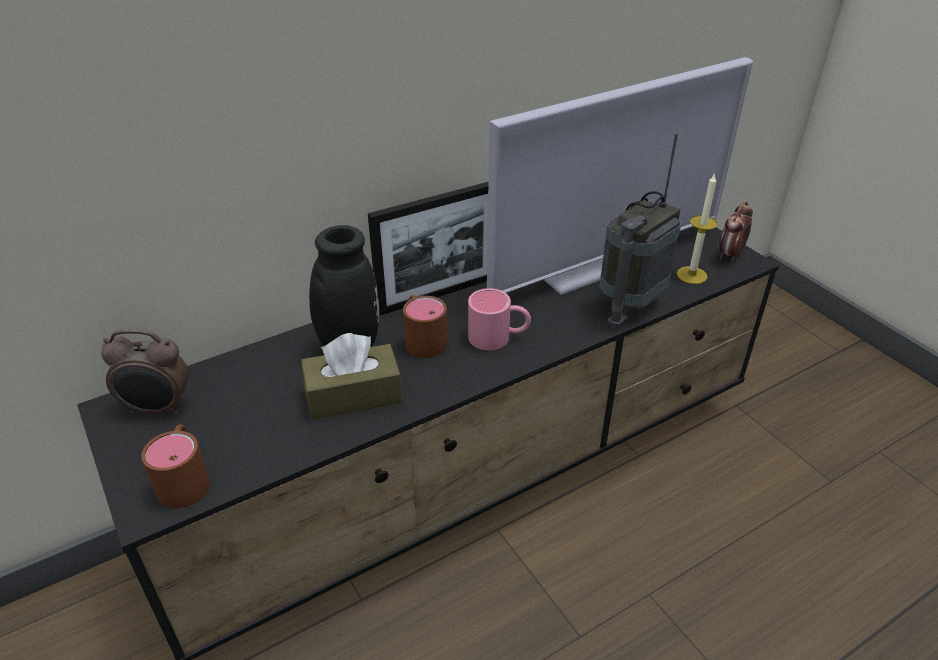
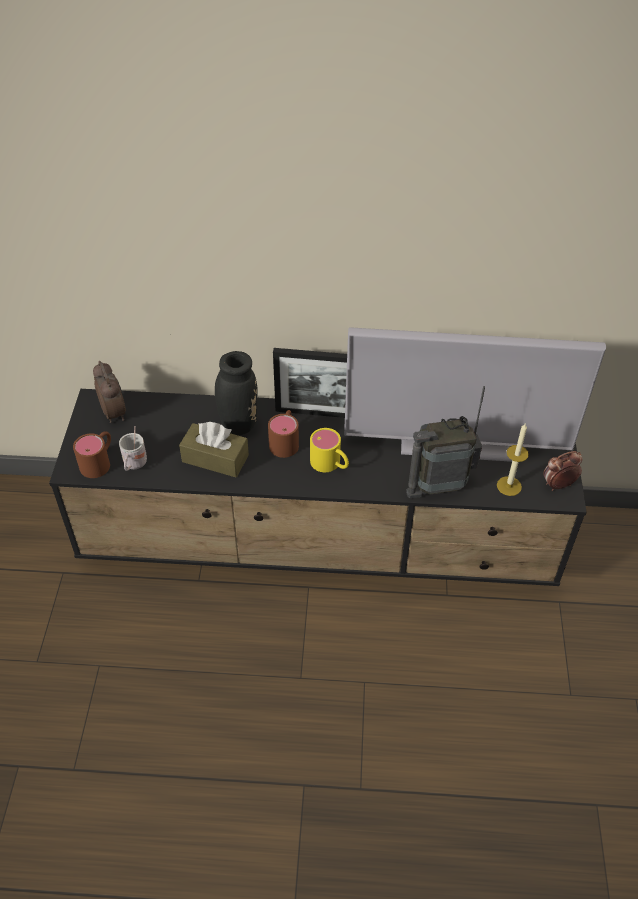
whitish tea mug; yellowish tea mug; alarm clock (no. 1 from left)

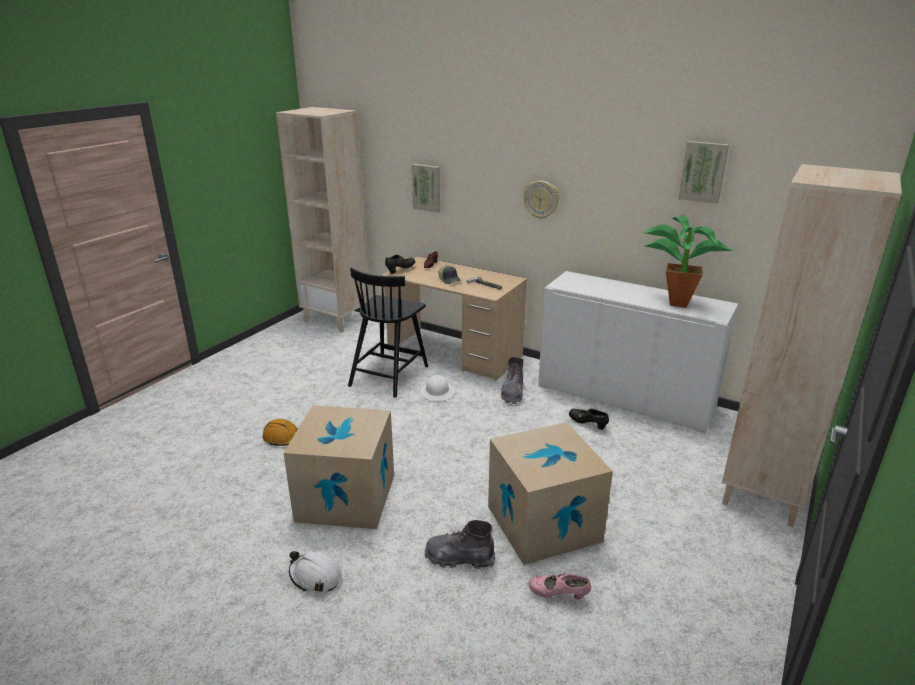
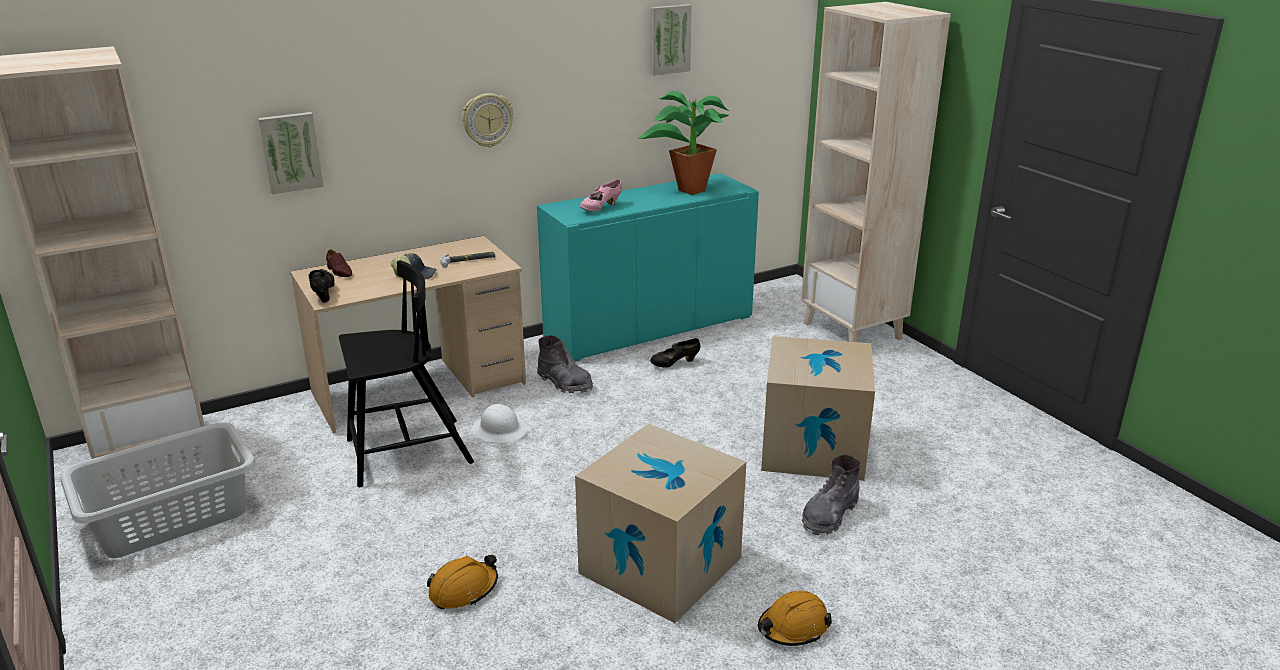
gray laundry basket; pink item of footwear; orange safety helmet (no. 2 from left); turquoise storage cabinet; blackish upright chair

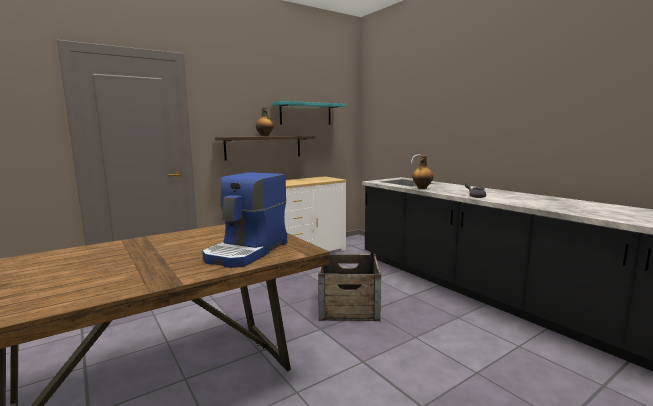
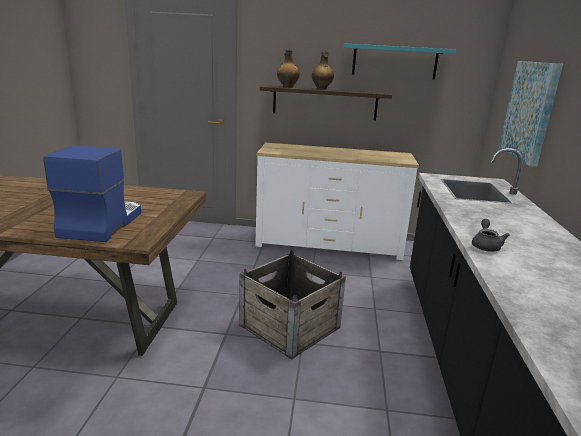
wall picture; drink bottle (no. 1 from left); coffee machine

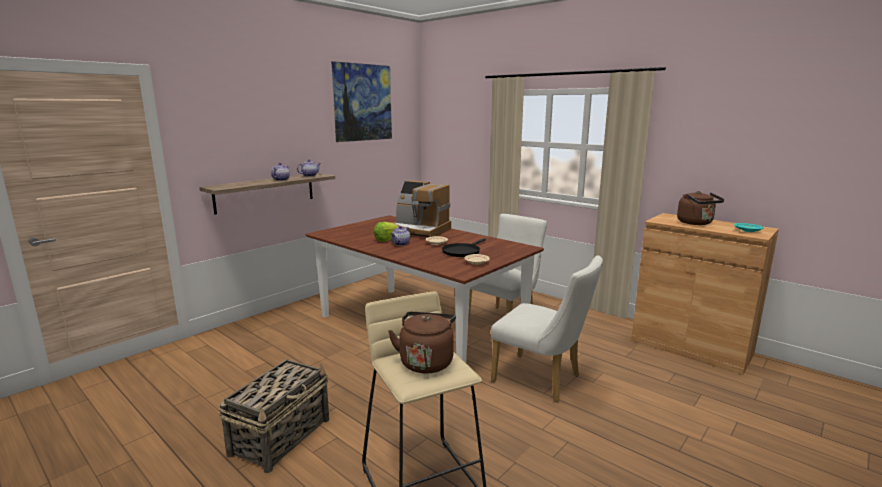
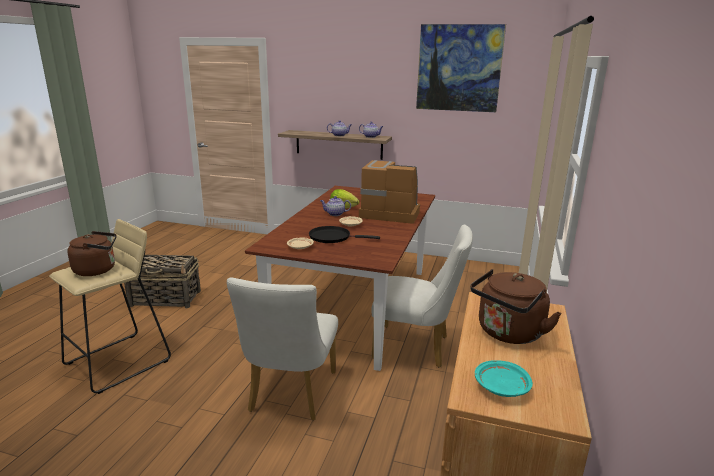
coffee machine

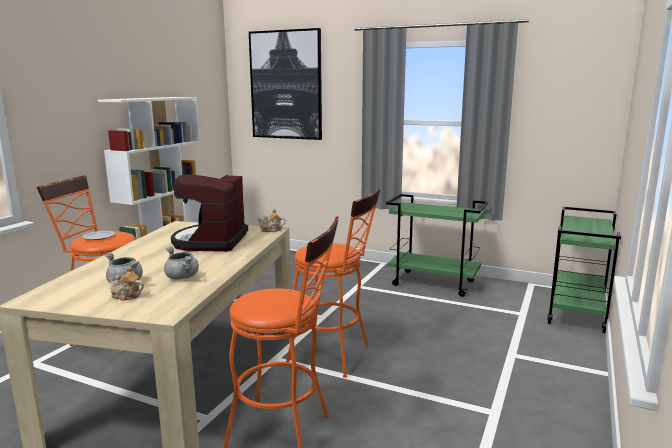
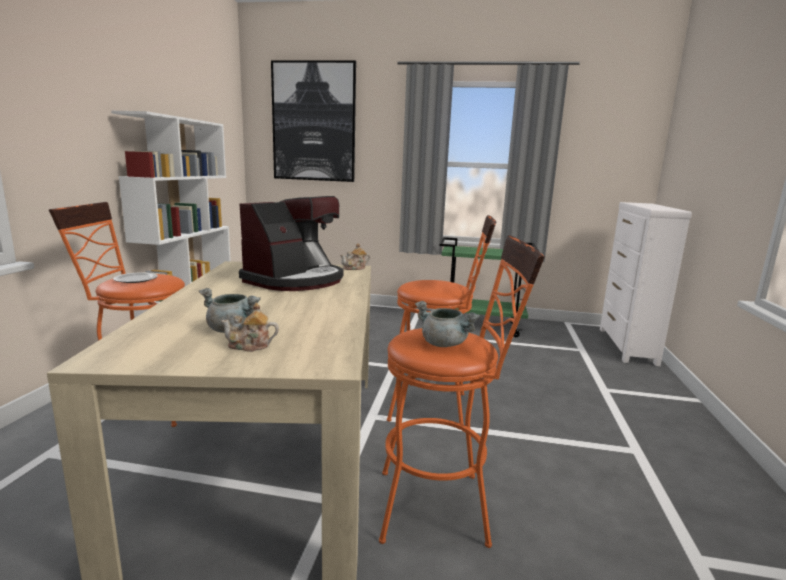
gray cooking pot (no. 2 from left); whitish drawer chest; coffee machine

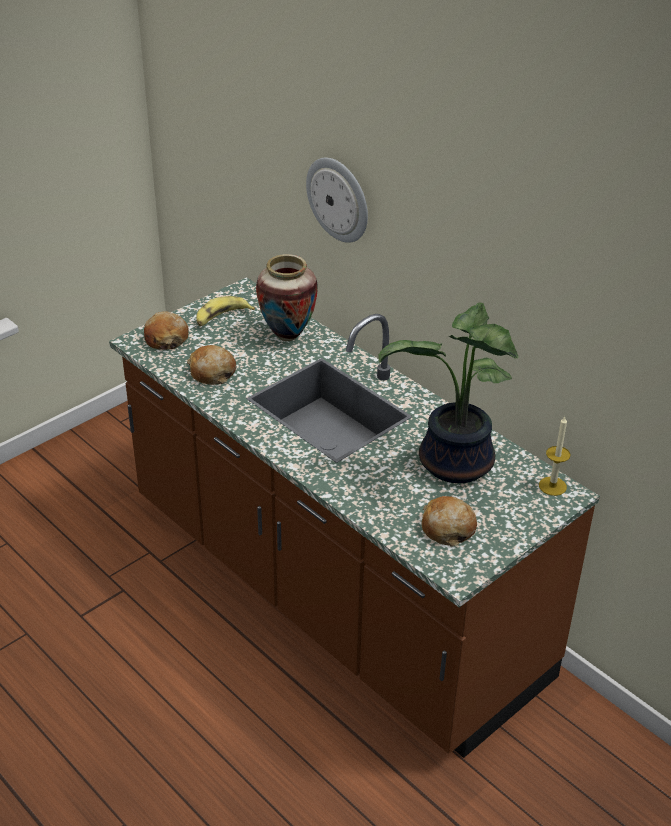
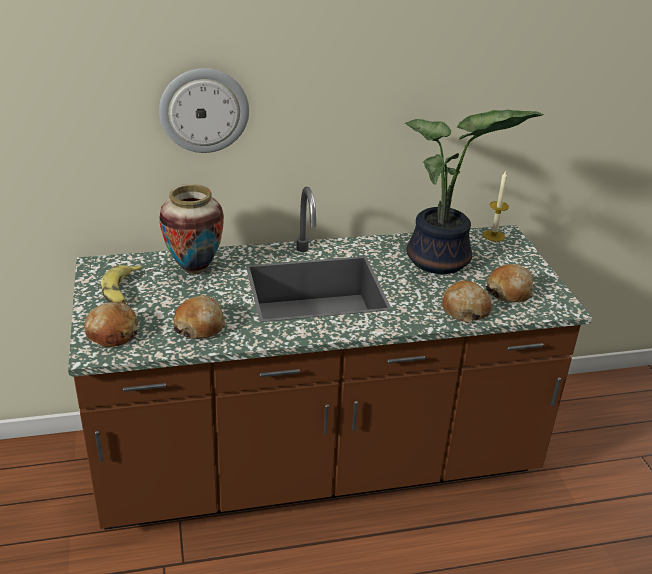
bread (no. 3 from left)

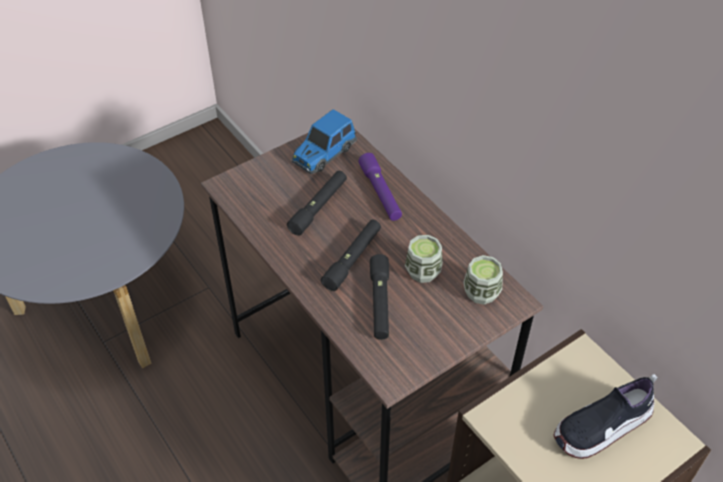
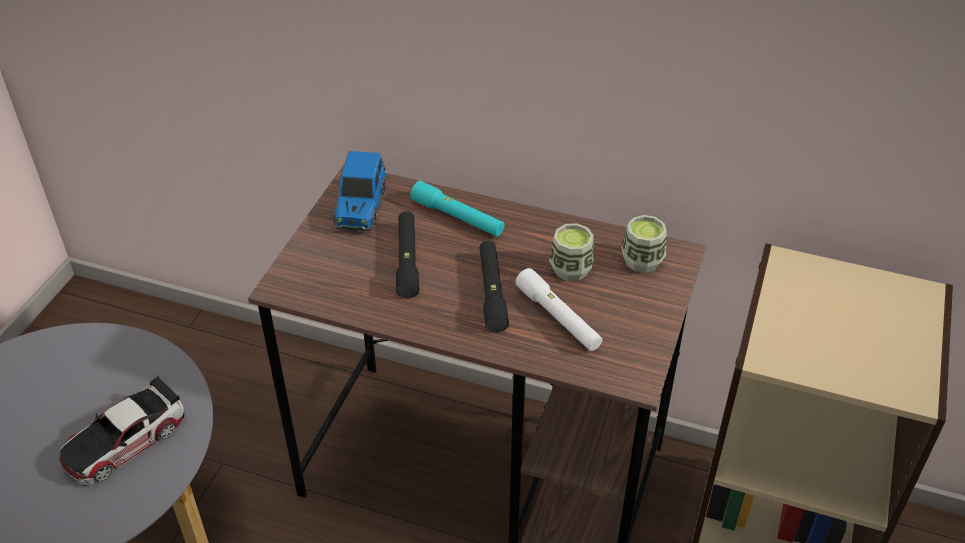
item of footwear; toy car (no. 1 from left); turquoise hand torch; whitish hand torch

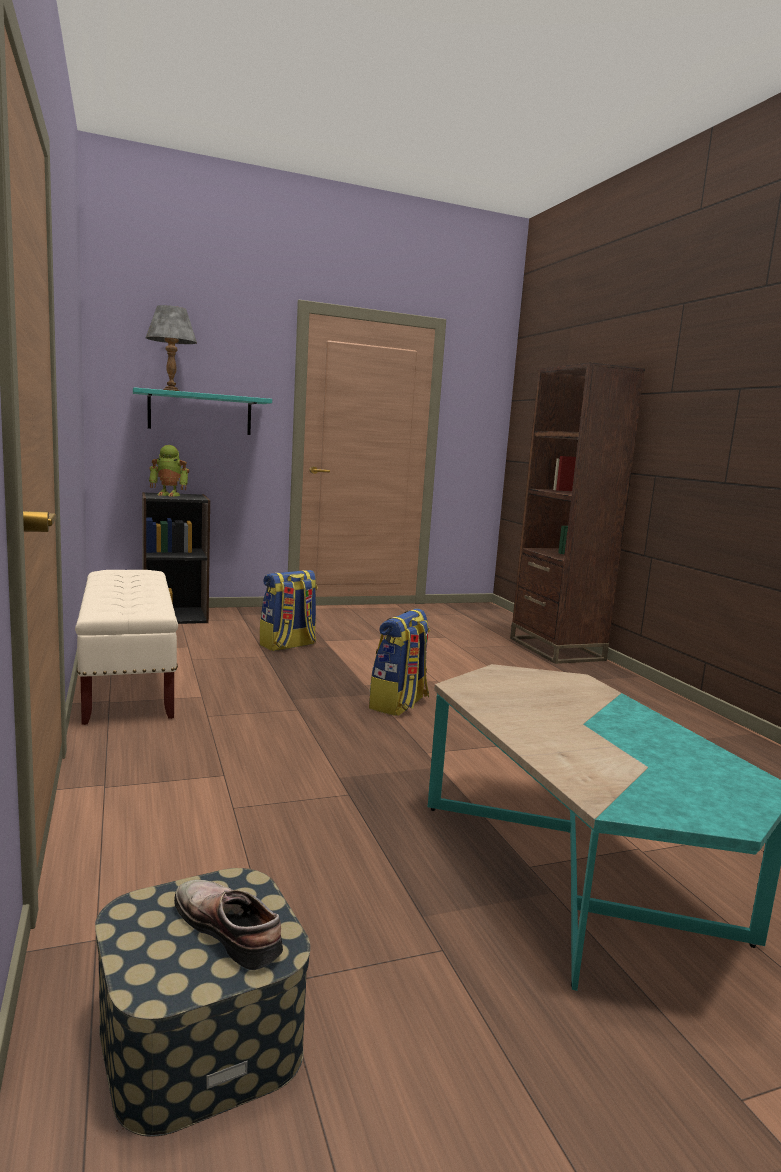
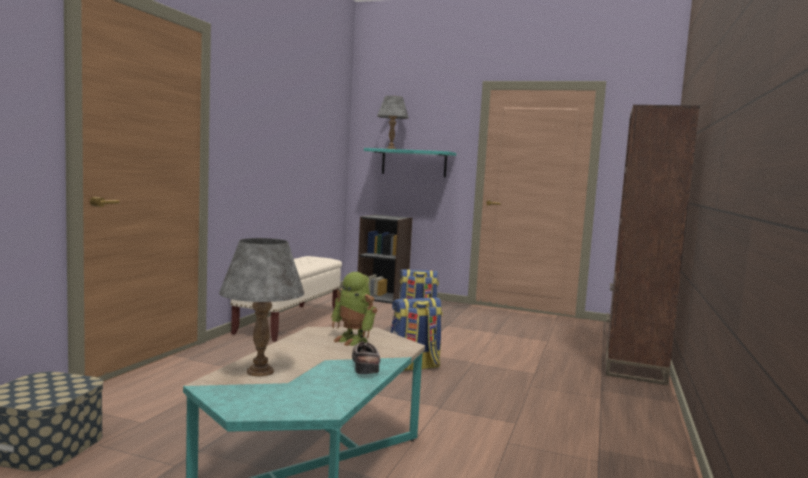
gray tabletop lamp (no. 1 from left); toy robot; item of footwear

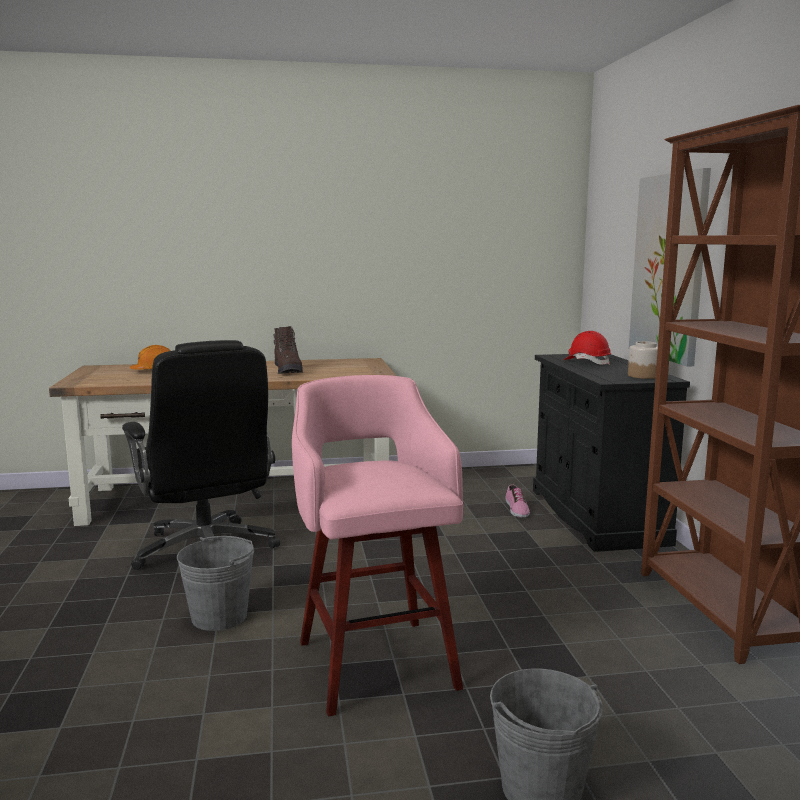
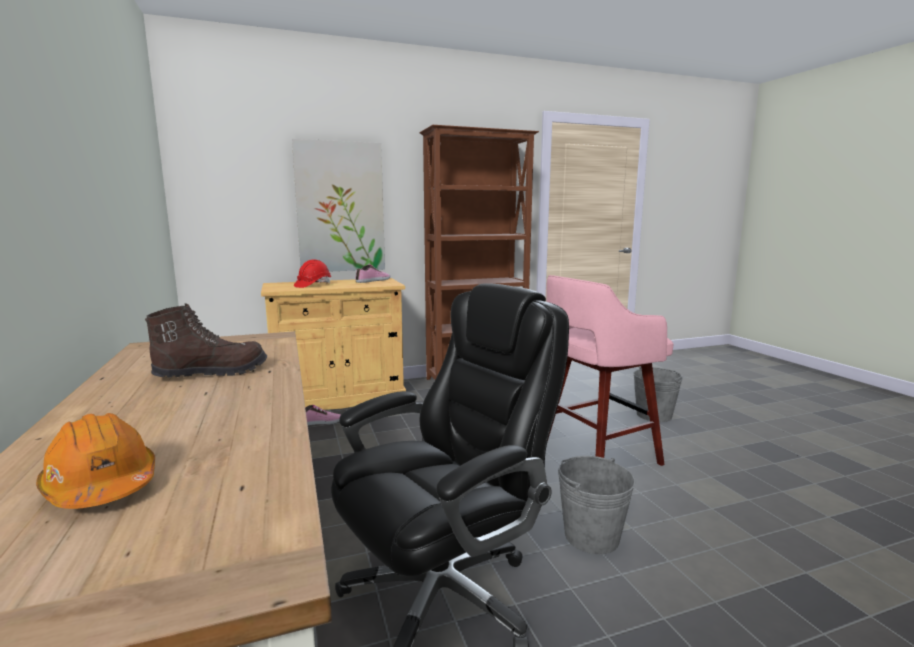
item of footwear (no. 2 from left); sand-coloured storage cabinet

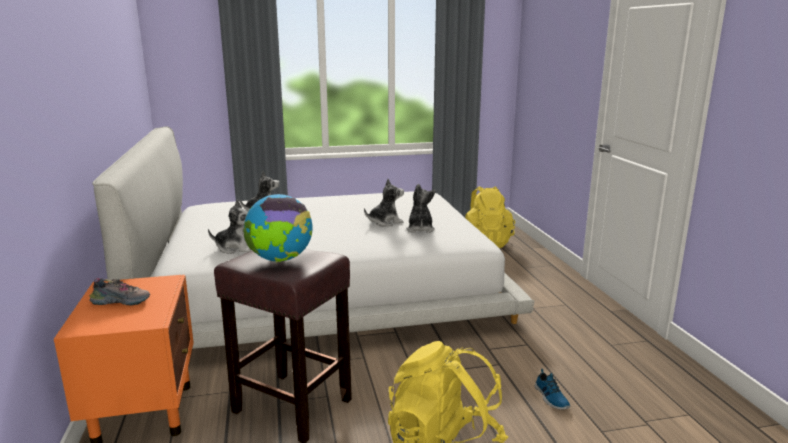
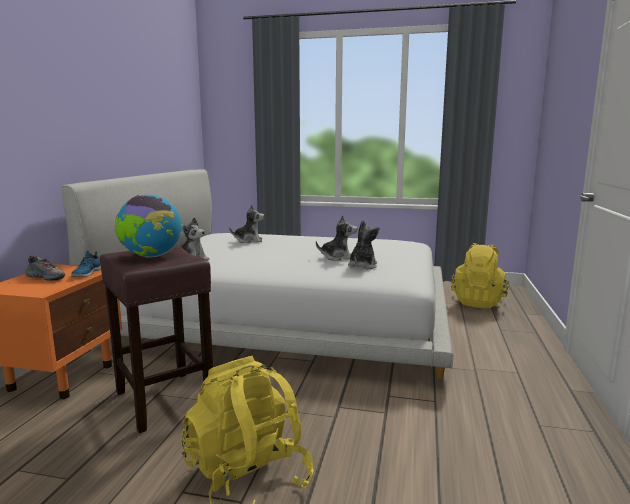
item of footwear (no. 2 from left)

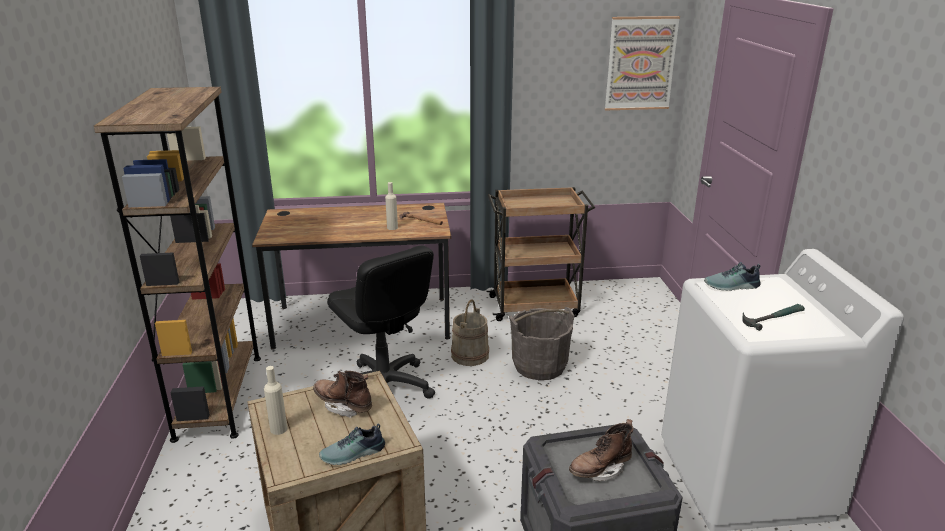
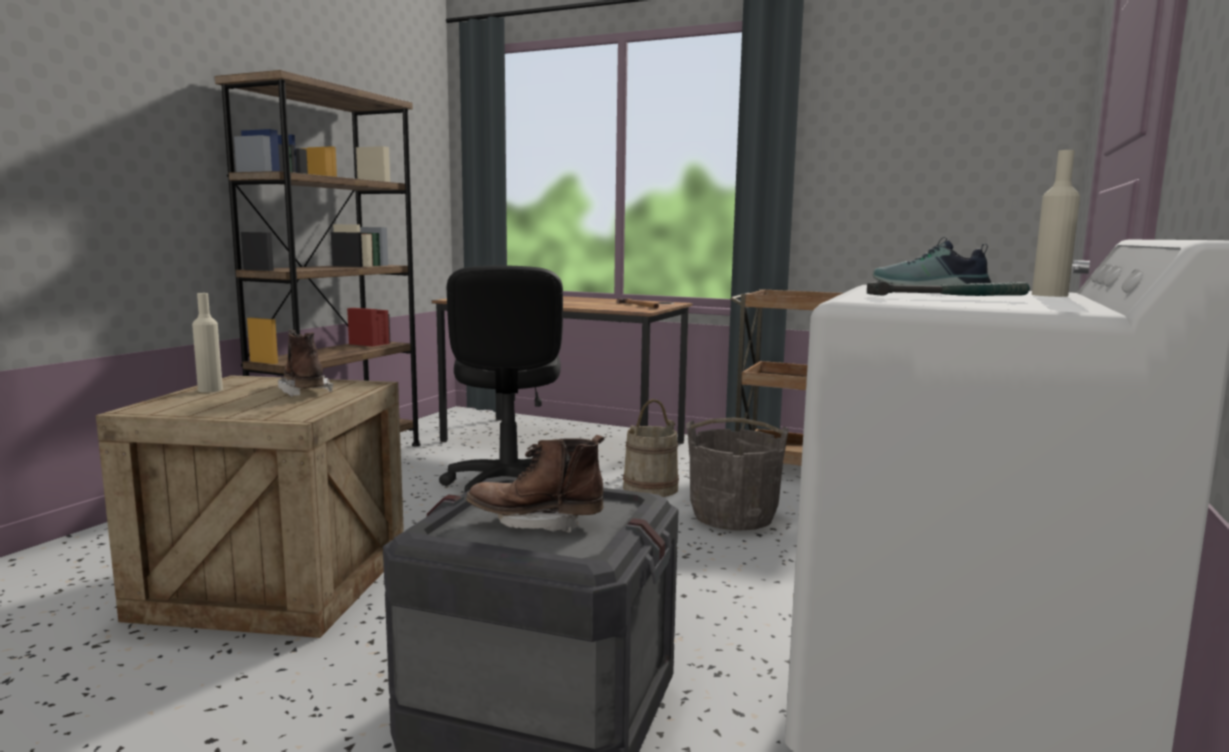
item of footwear (no. 1 from left in the first image); wall picture; sand-coloured drink bottle (no. 2 from left)

